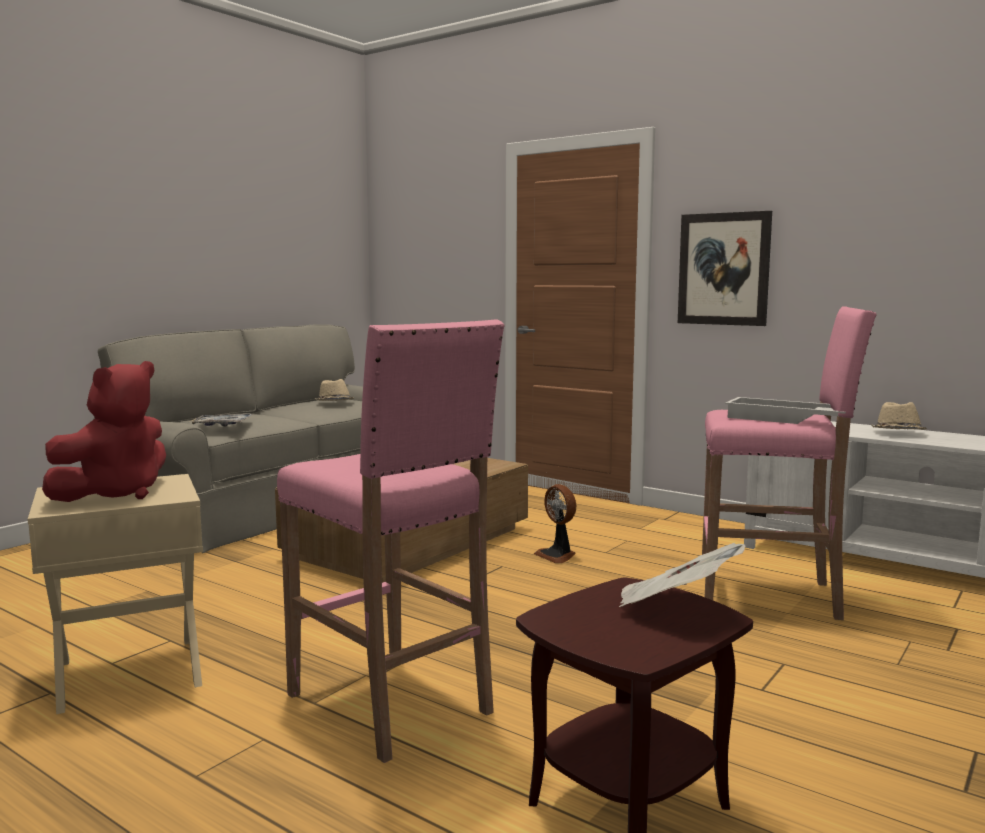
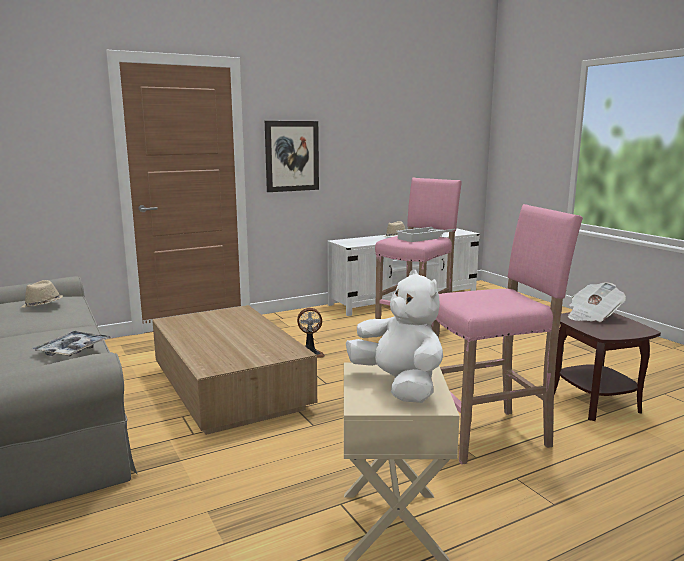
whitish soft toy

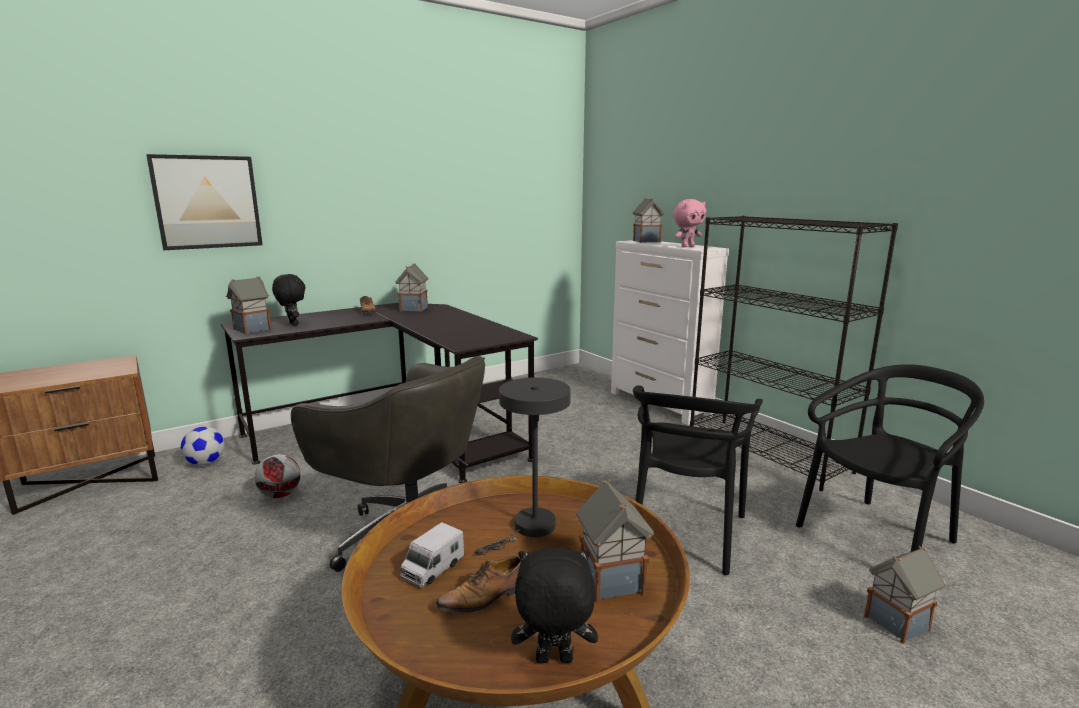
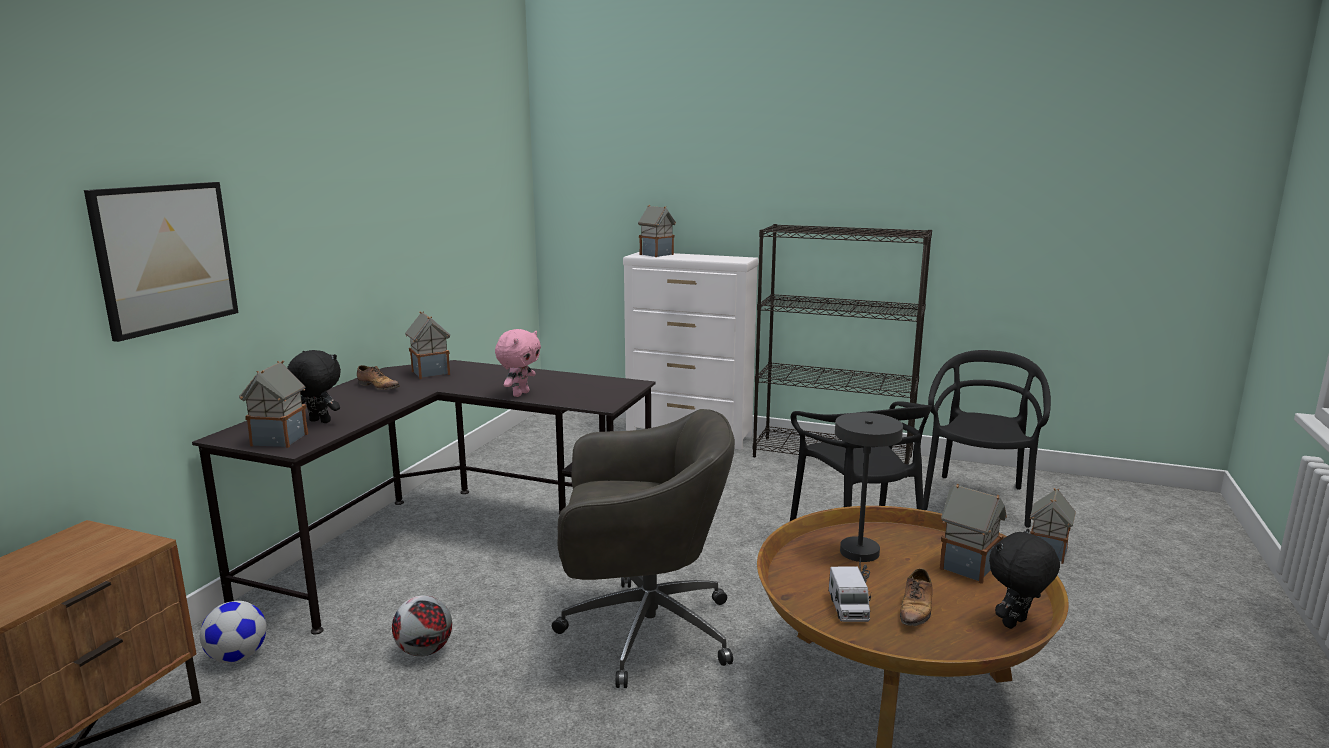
pink soft toy

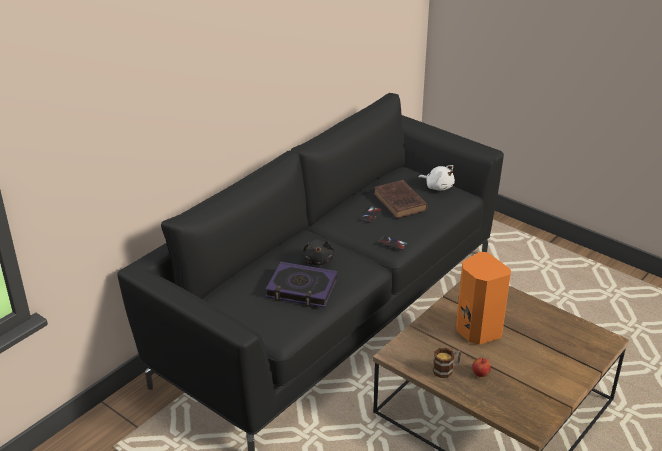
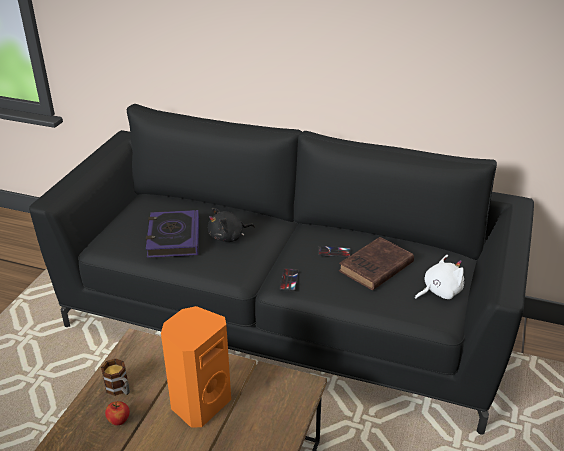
whitish soft toy

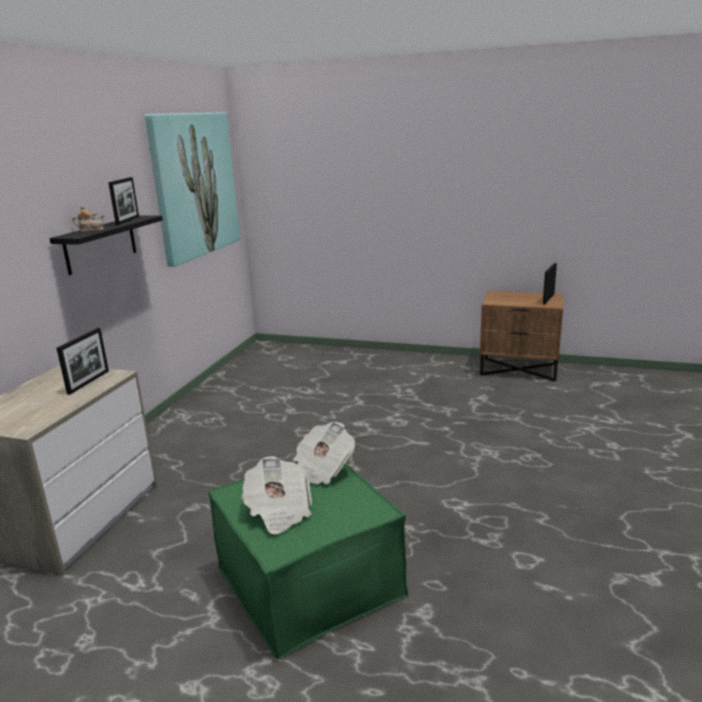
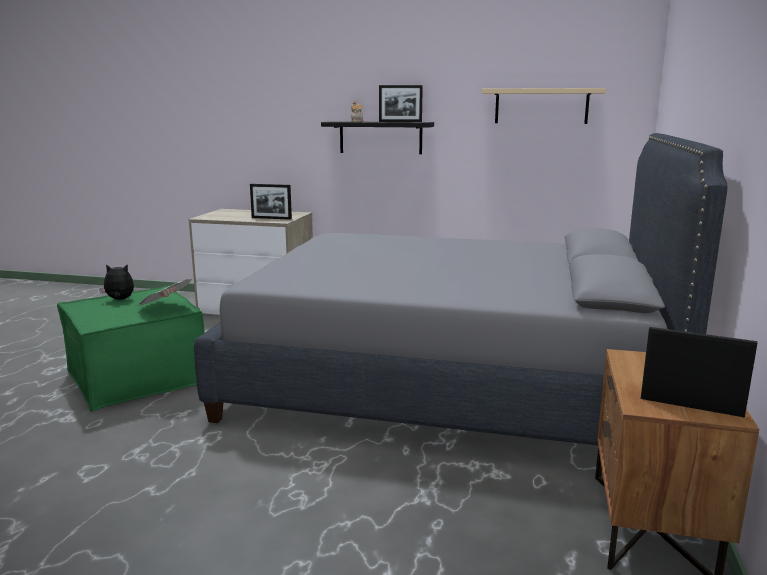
gray bedroom bed; sand-coloured bracket shelf; soft toy

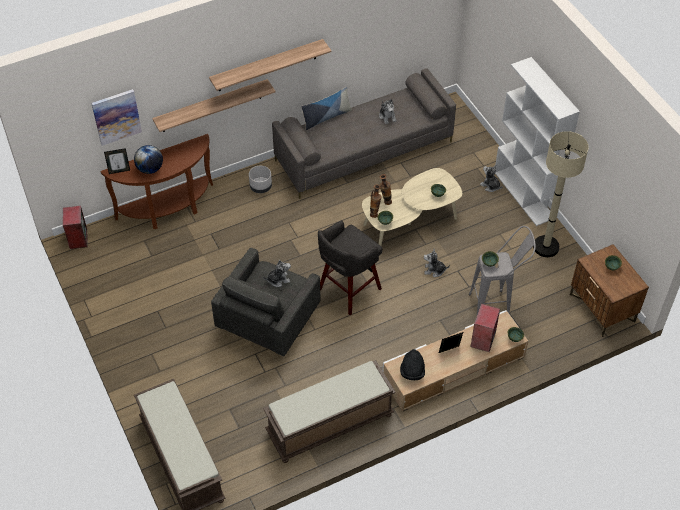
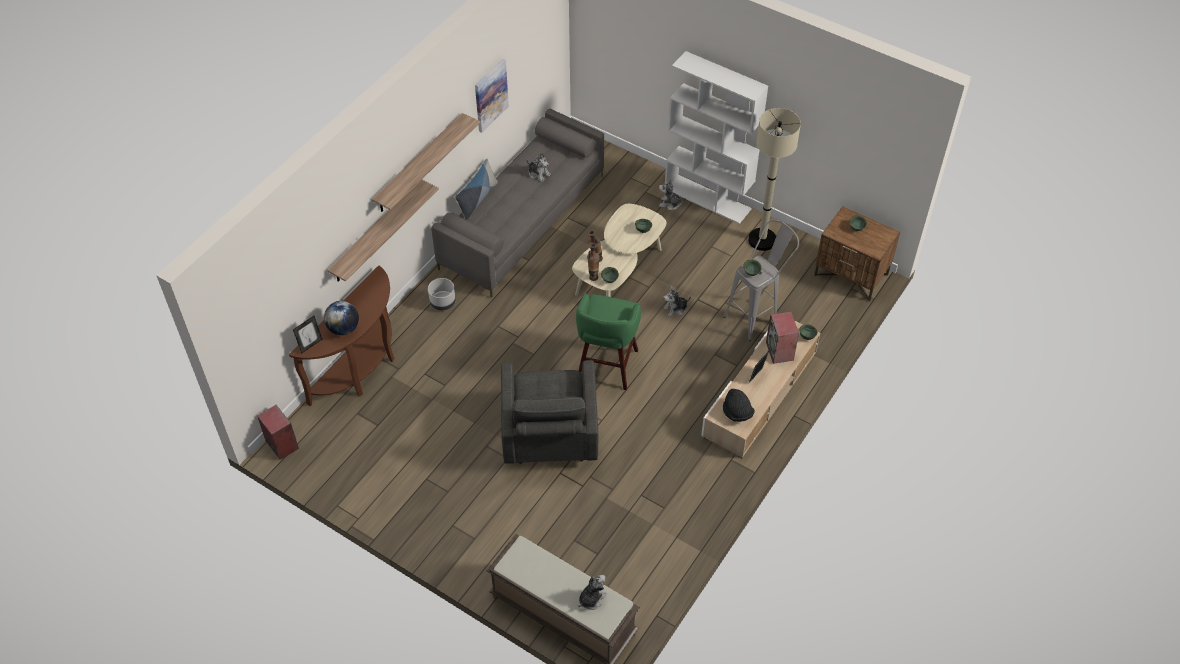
brown-coloured bench (no. 2 from left in the first image); wall picture; soft toy (no. 2 from left); green stool seat

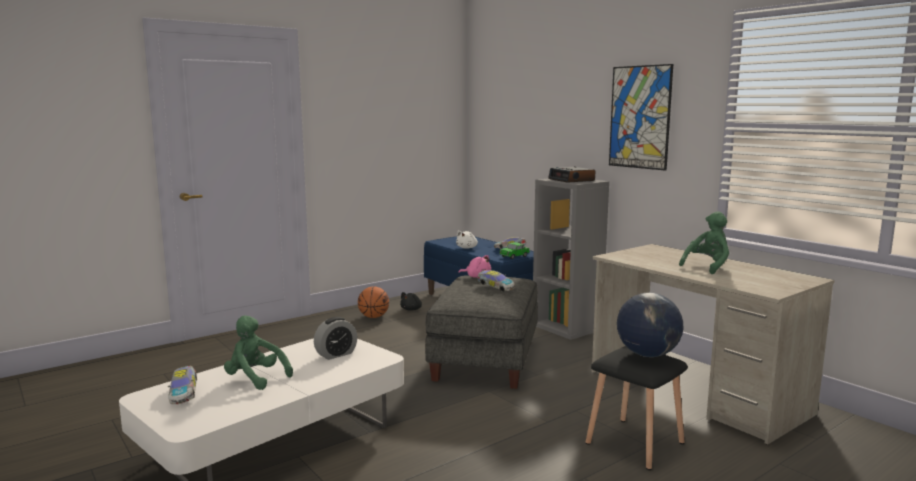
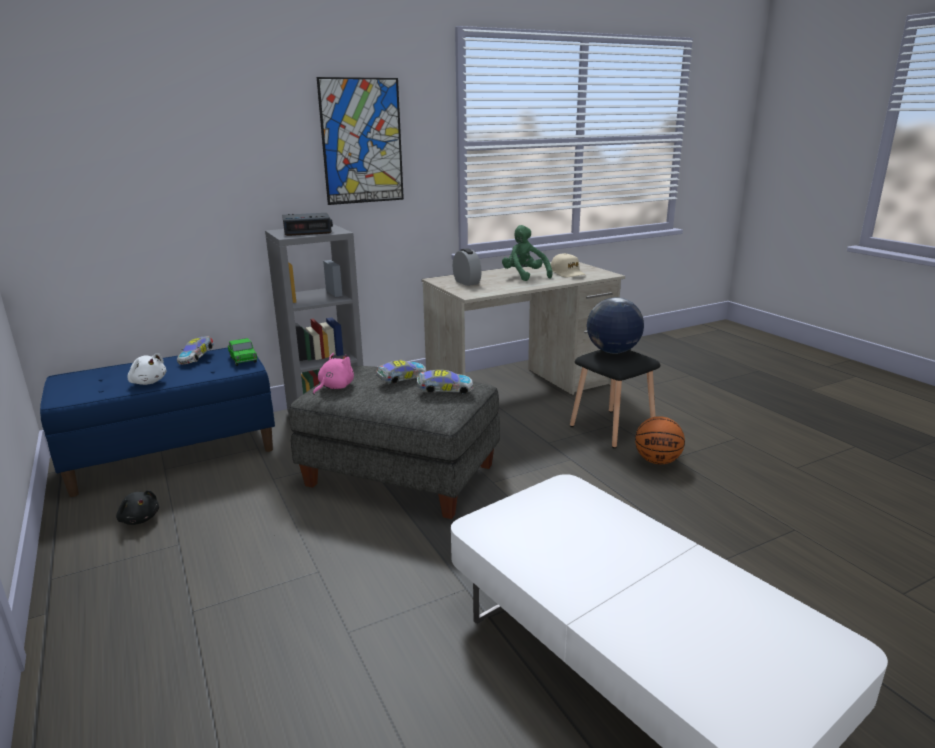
green soft toy (no. 1 from left in the first image); sand-coloured baseball cap; toy car (no. 4 from left); alarm clock (no. 2 from left); basketball ball

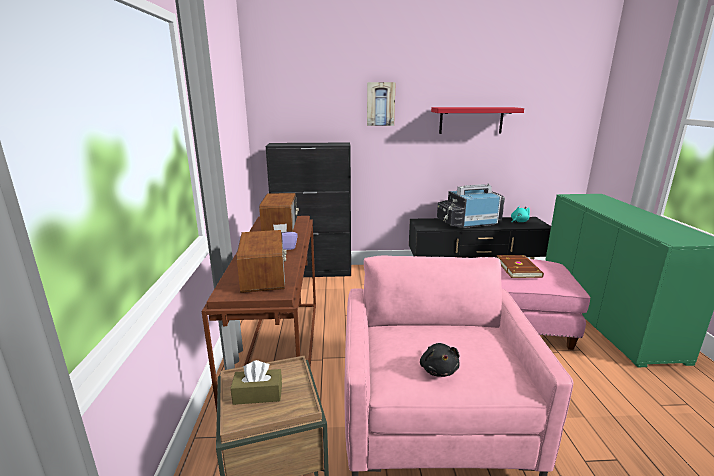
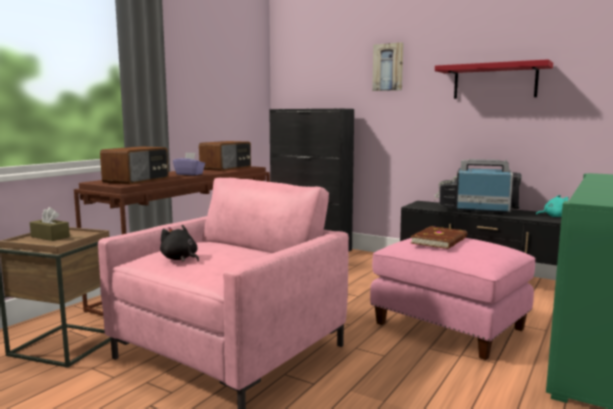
blackish soft toy

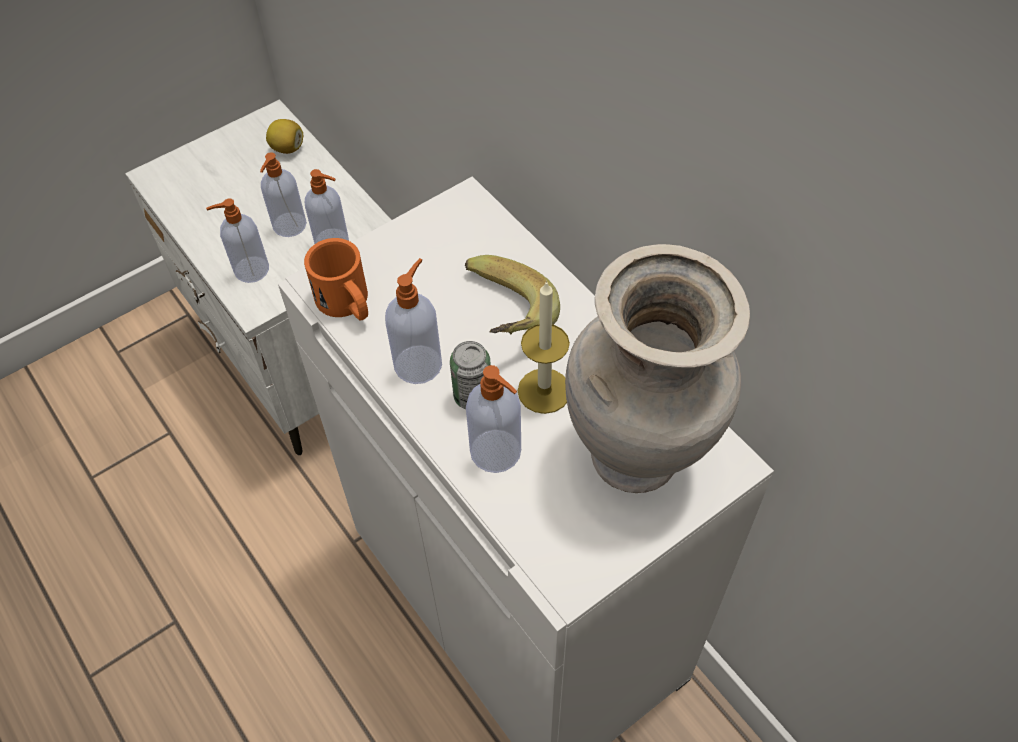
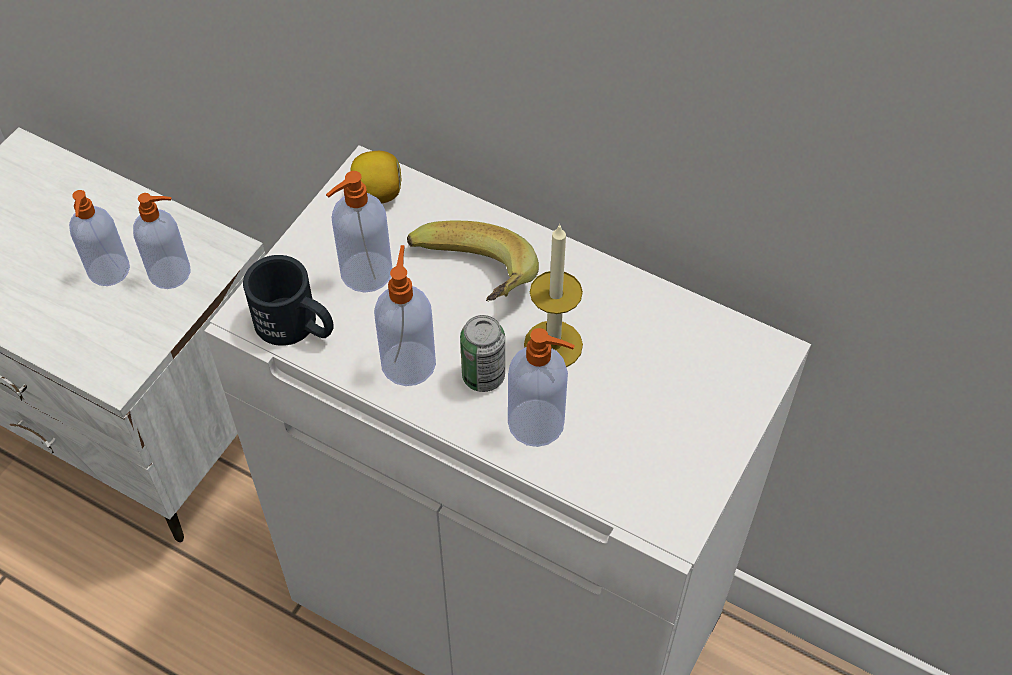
sand-coloured decorative vase; soap dispenser (no. 3 from left); whole lemon; blackish tea mug

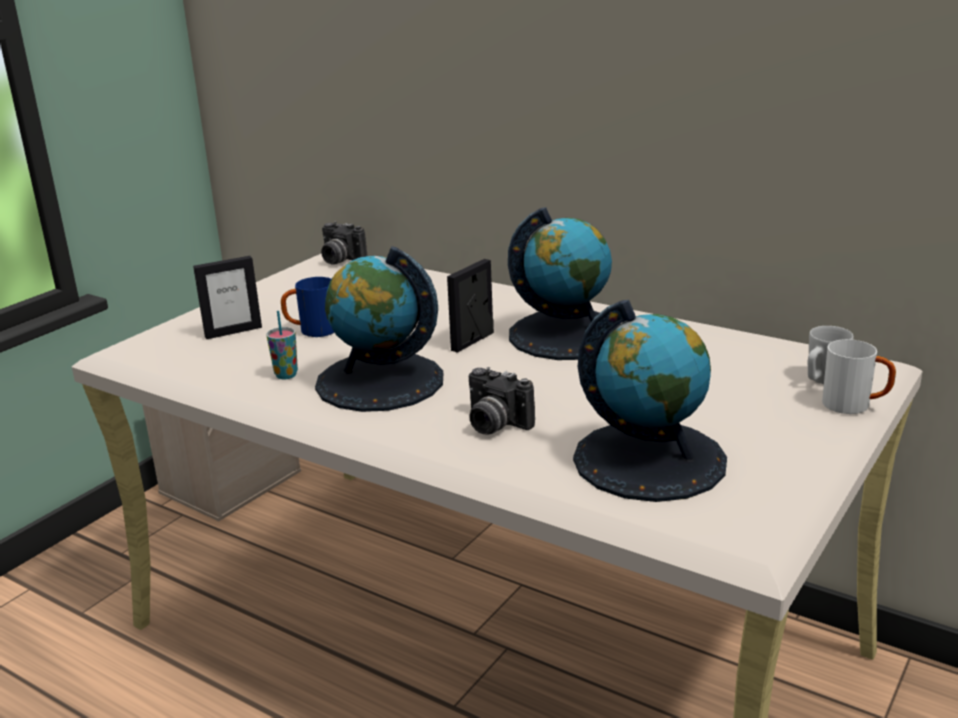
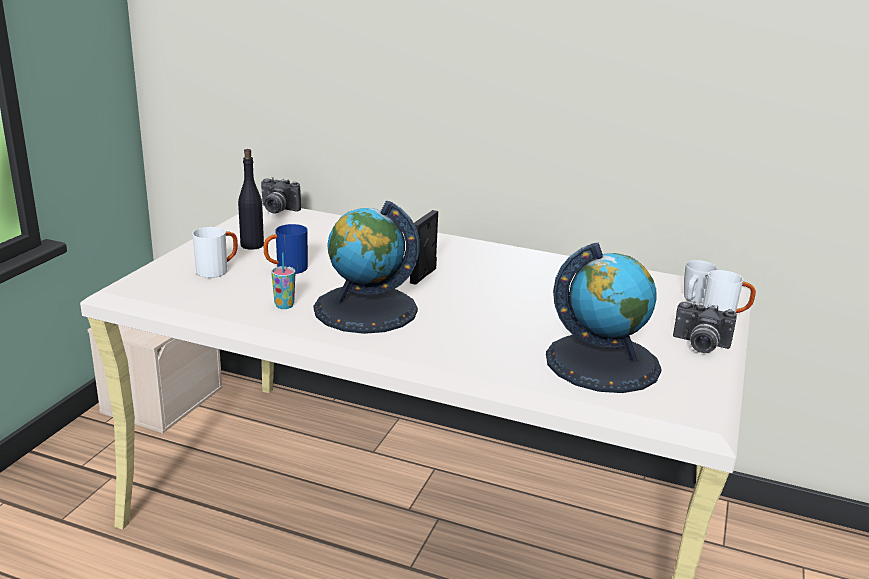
desk globe (no. 2 from left in the first image); blackish drink bottle; still camera (no. 2 from left); whitish tea mug (no. 1 from left)

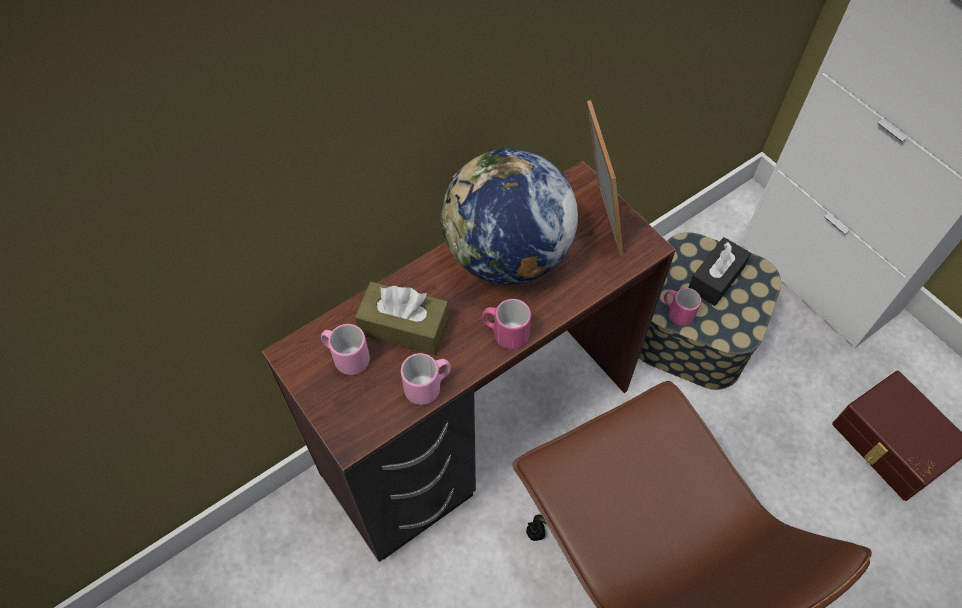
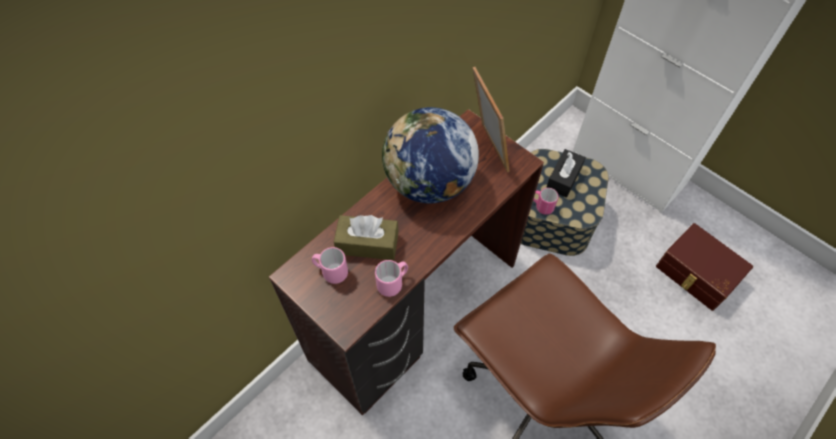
pink tea mug (no. 3 from left in the first image)

